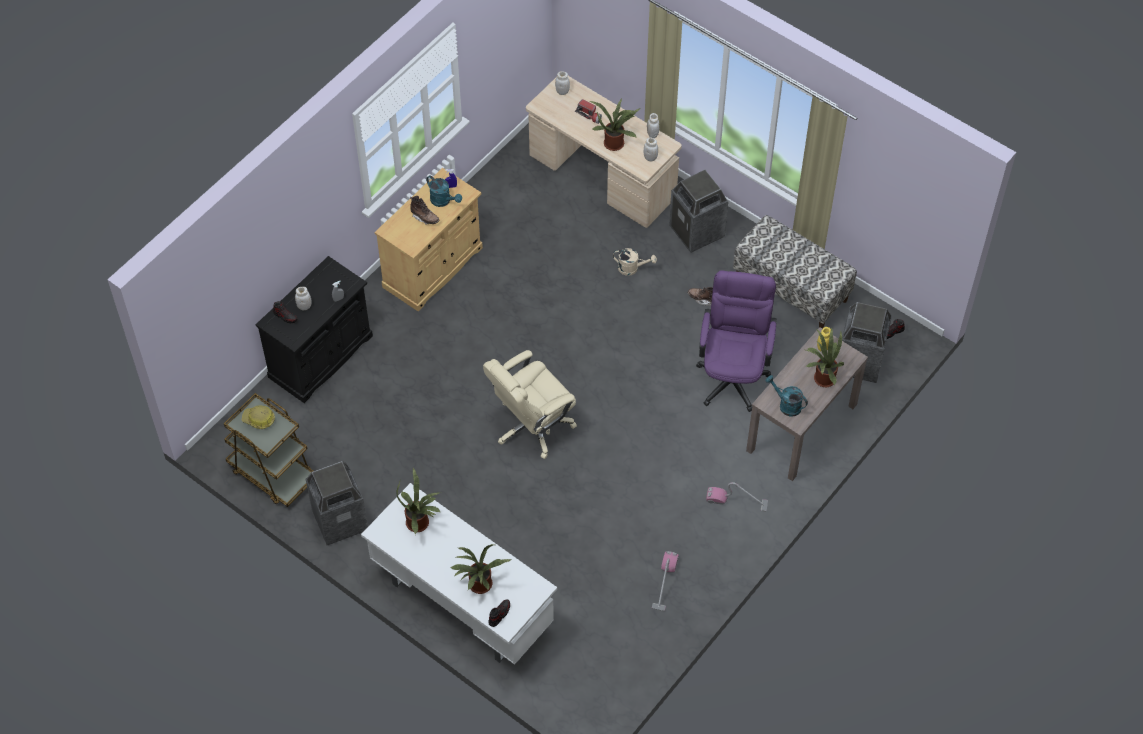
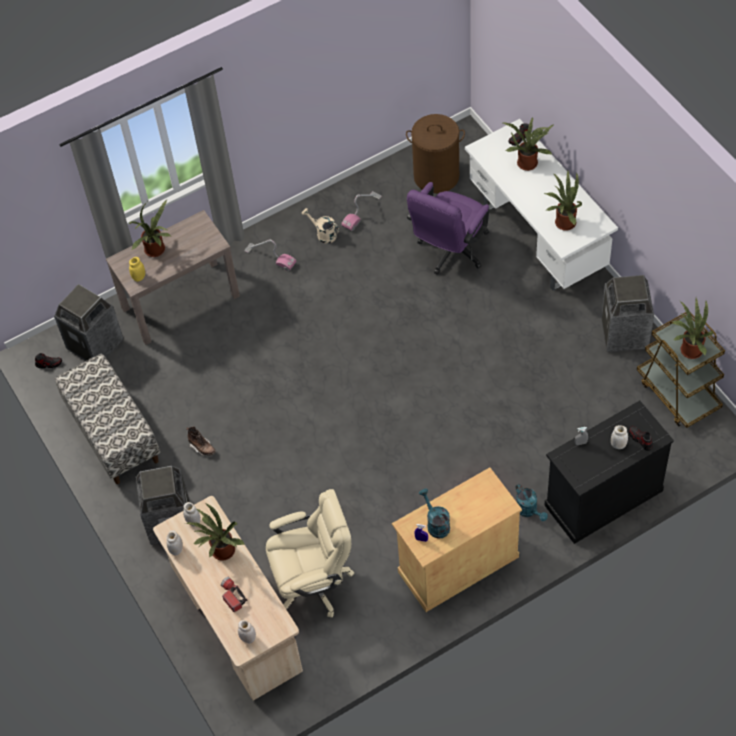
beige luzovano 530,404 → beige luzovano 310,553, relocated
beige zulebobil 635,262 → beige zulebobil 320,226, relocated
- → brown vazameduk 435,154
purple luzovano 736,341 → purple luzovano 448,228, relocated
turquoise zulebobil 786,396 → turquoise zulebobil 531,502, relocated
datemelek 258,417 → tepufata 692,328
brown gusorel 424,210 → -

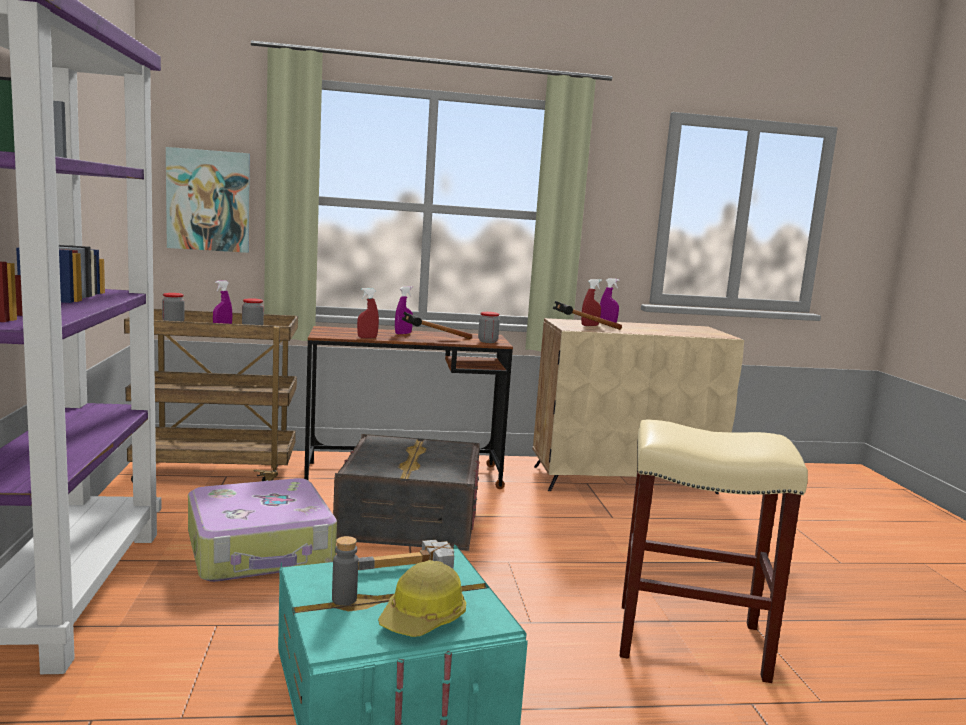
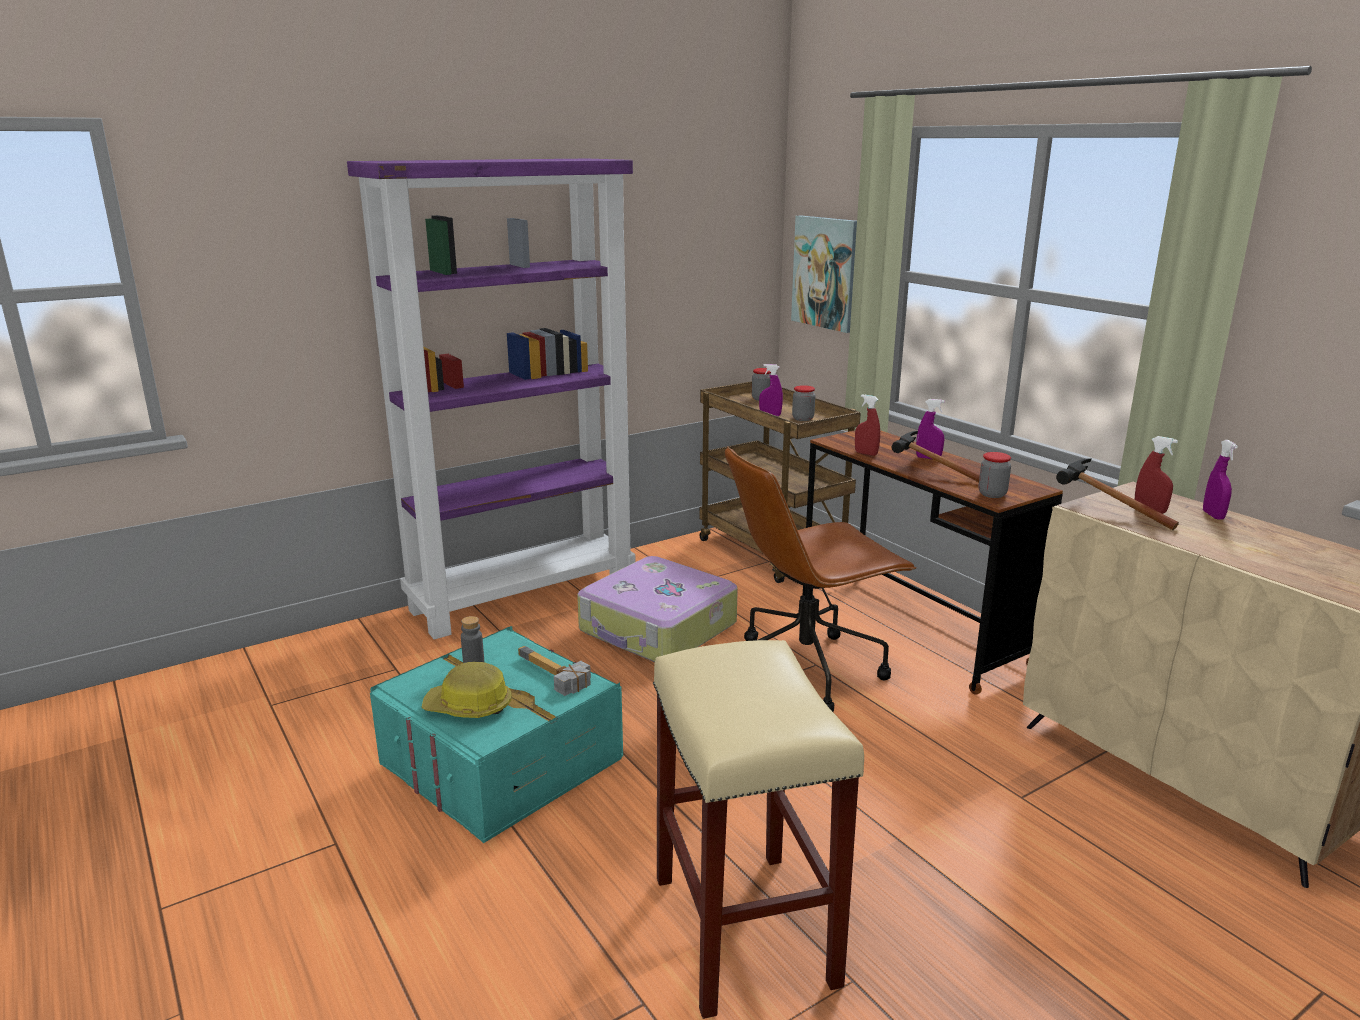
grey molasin 406,492 → brown luzovano 820,579

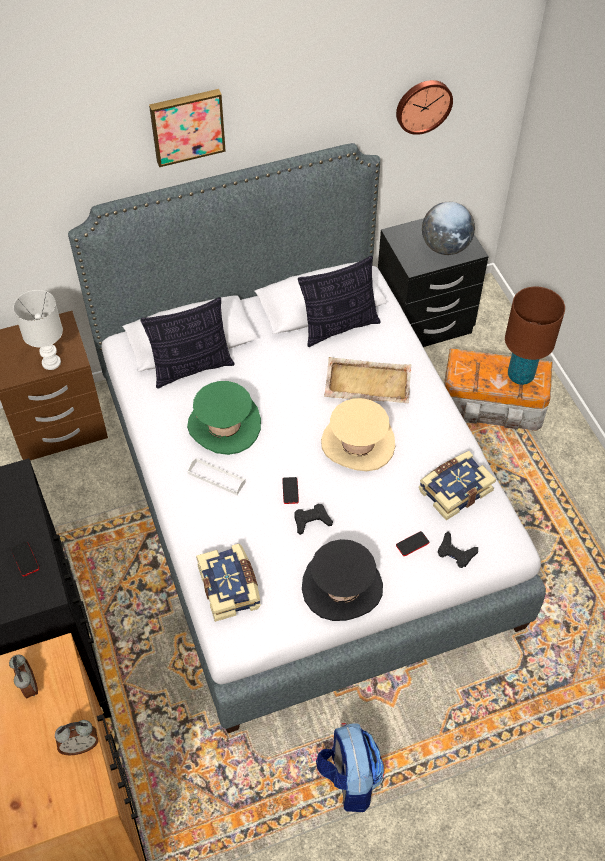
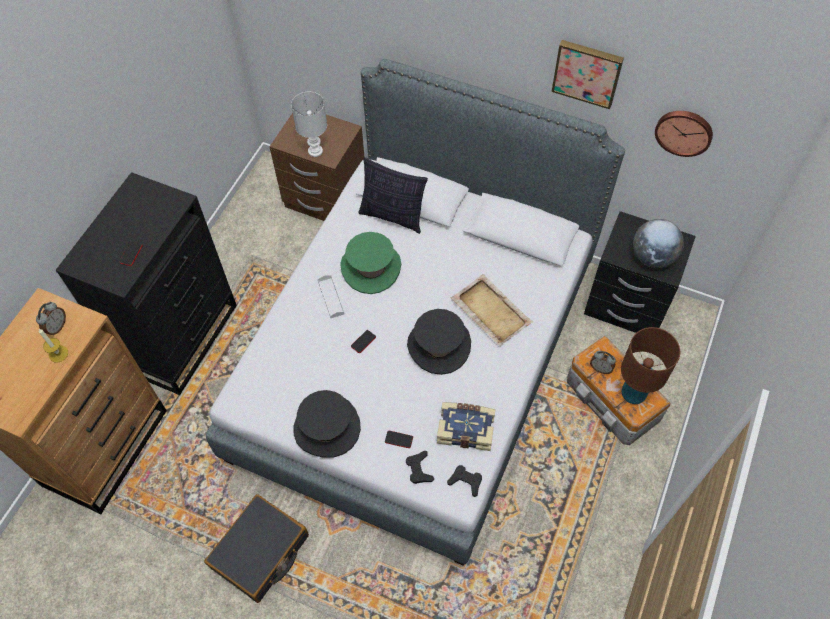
- → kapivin 53,346
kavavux 350,767 → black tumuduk 256,548
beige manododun 358,434 → black manododun 439,342
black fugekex 313,519 → black fugekex 464,481, relocated
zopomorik 187,128 → zopomorik 587,74, relocated
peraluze 76,737 → peraluze 603,362, relocated
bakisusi 228,583 → -
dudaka 339,301 → -

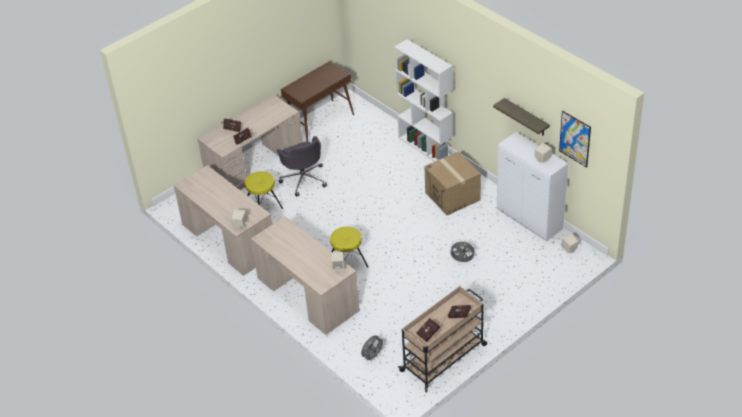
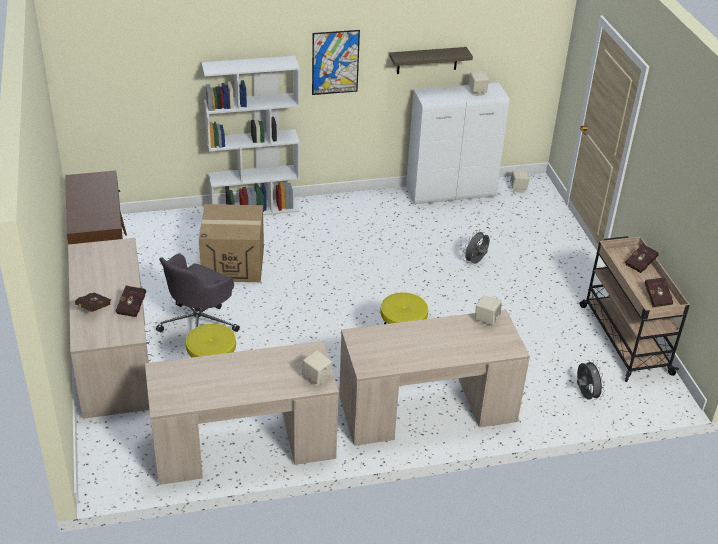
grey luzovano 302,166 → grey luzovano 198,292, 120 degrees clockwise
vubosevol 452,183 → vubosevol 231,243, relocated
zopomorik 575,139 → zopomorik 336,62, relocated

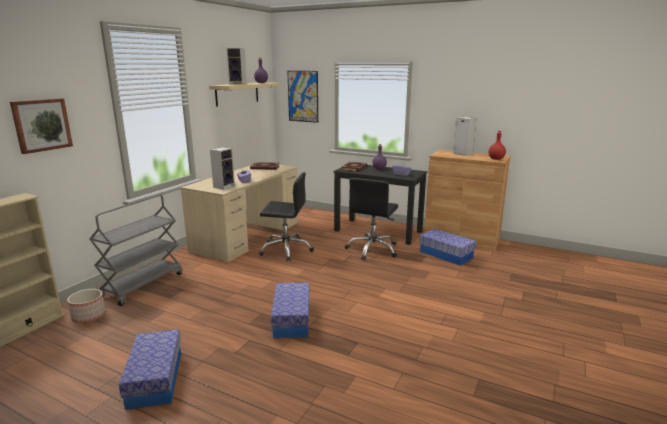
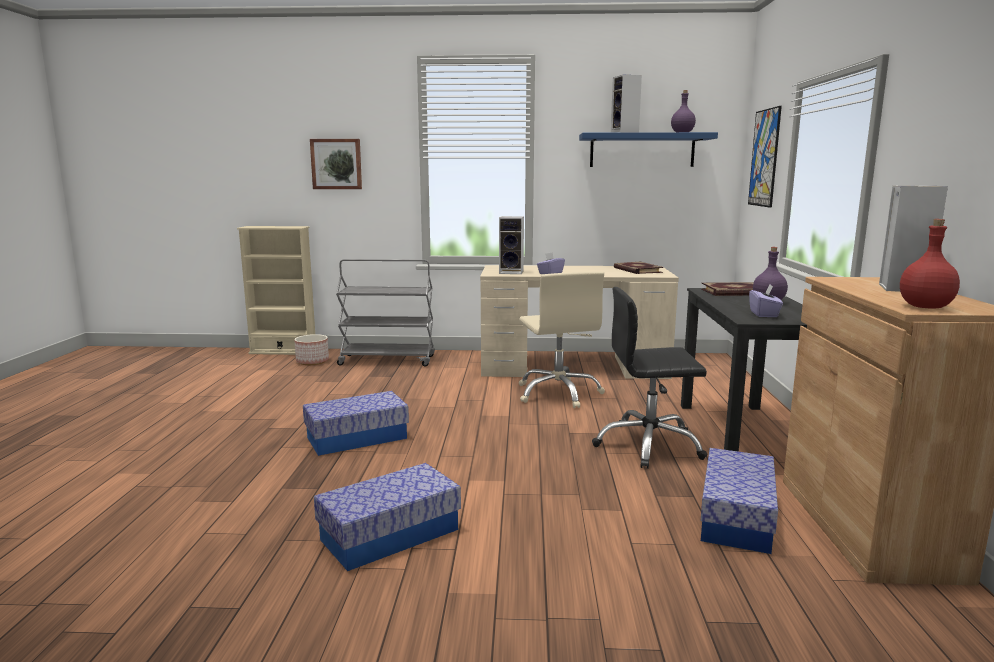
molasin 150,369 → molasin 387,517, relocated
black luzovano 286,216 → beige luzovano 562,340
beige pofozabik 244,94 → blue pofozabik 648,149

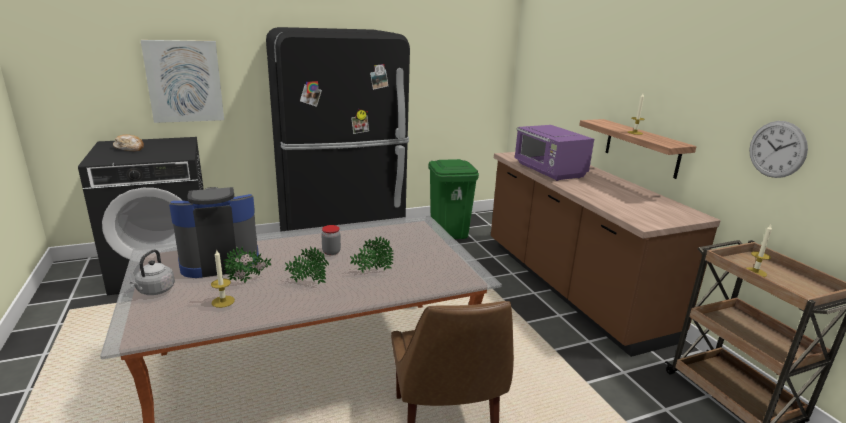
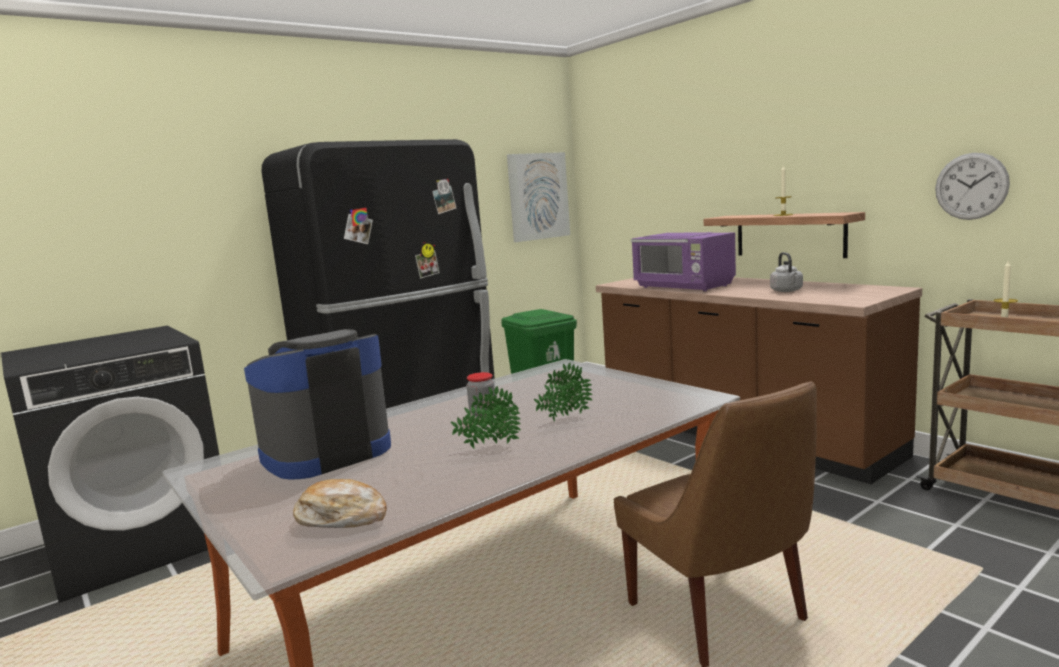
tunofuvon 128,142 → tunofuvon 340,503, relocated
zopomorik 182,81 → zopomorik 538,197, relocated
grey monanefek 152,272 → grey monanefek 786,272, relocated
kapivin 223,278 → -
tepufata 247,264 → -

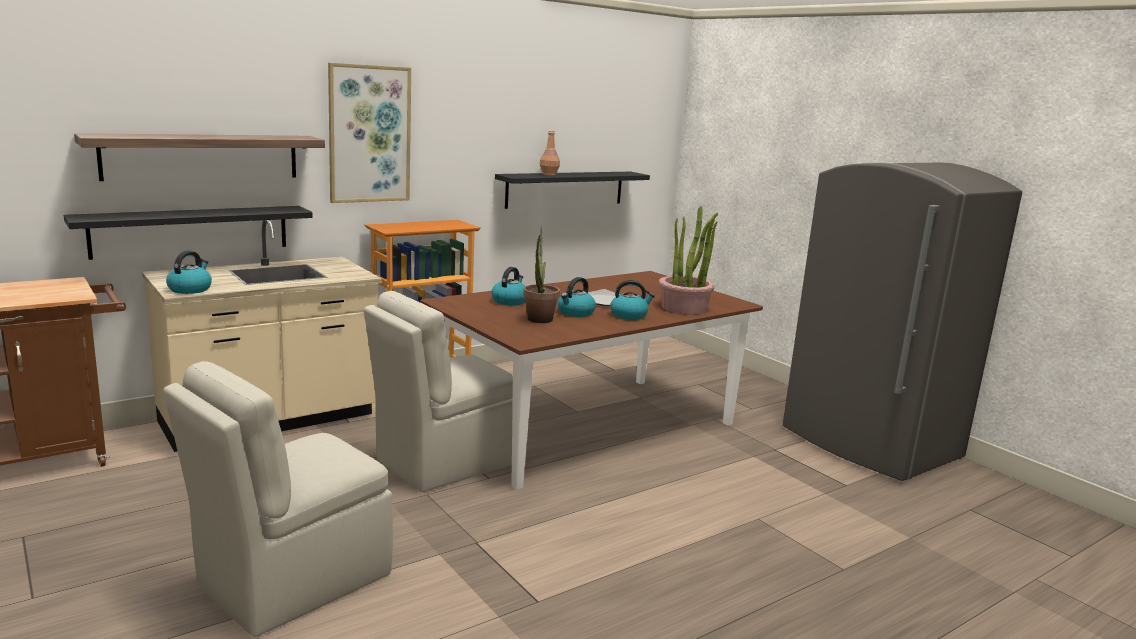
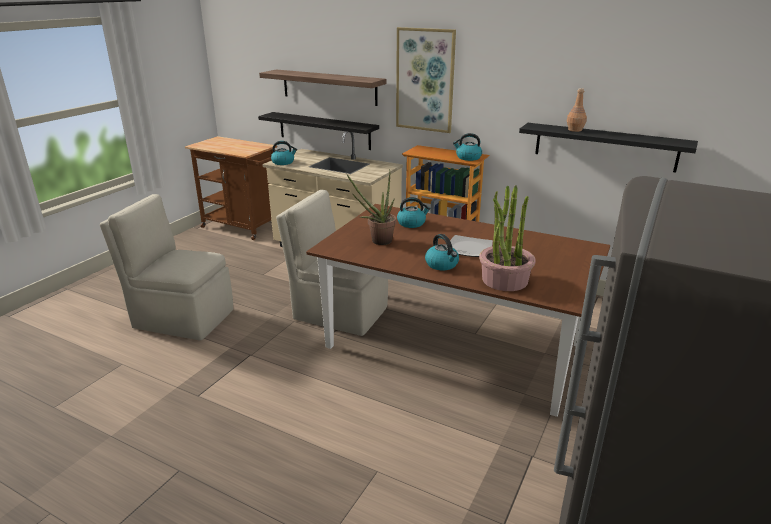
monanefek 577,297 → monanefek 467,147, relocated

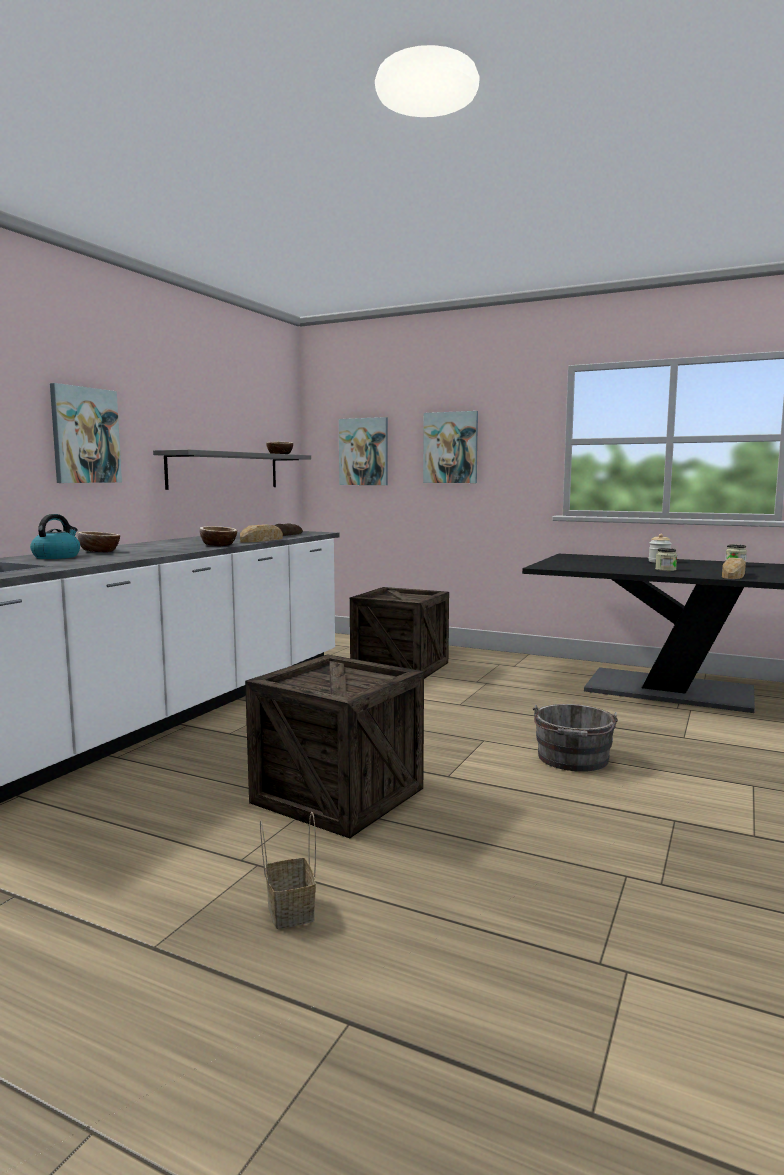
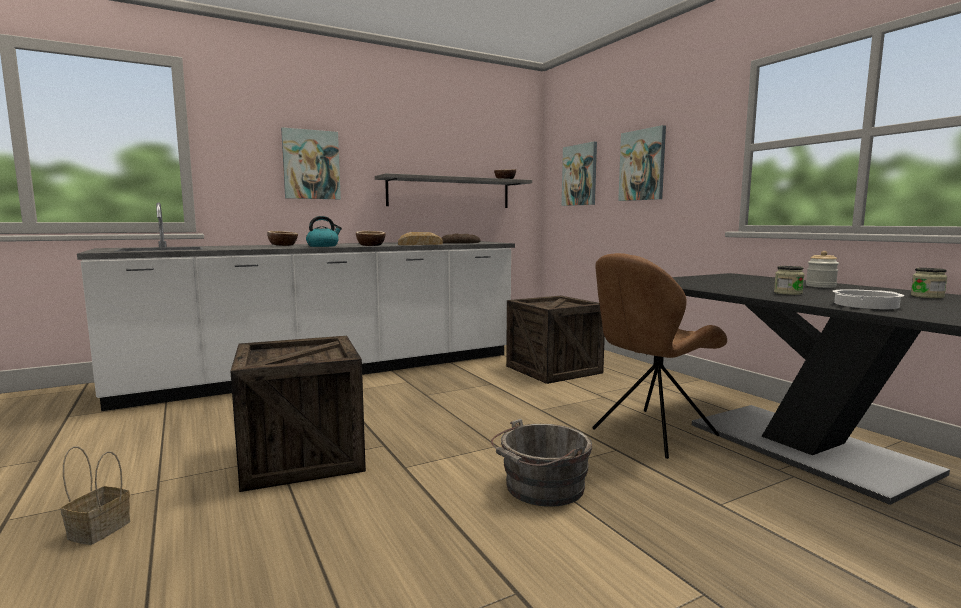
monanefek 55,536 → monanefek 324,231, relocated
- → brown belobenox 659,356
tunofuvon 734,568 → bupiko 868,299

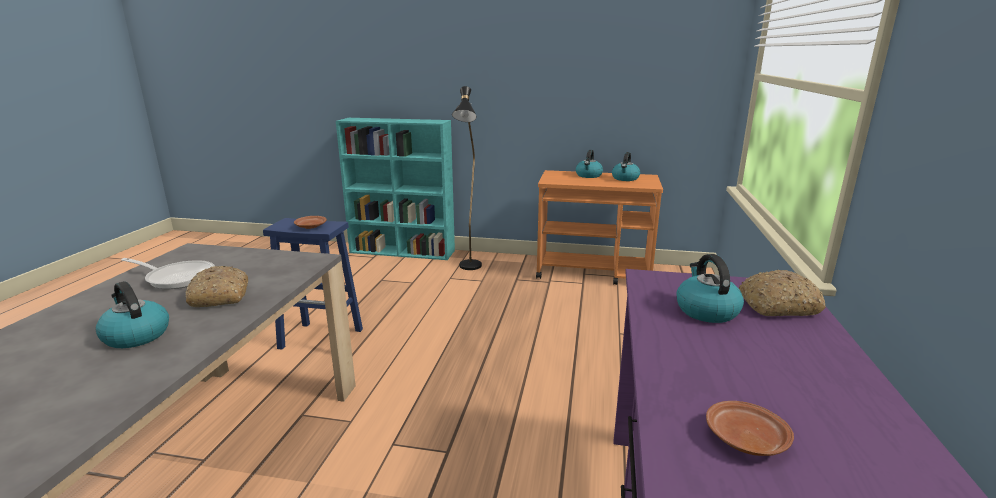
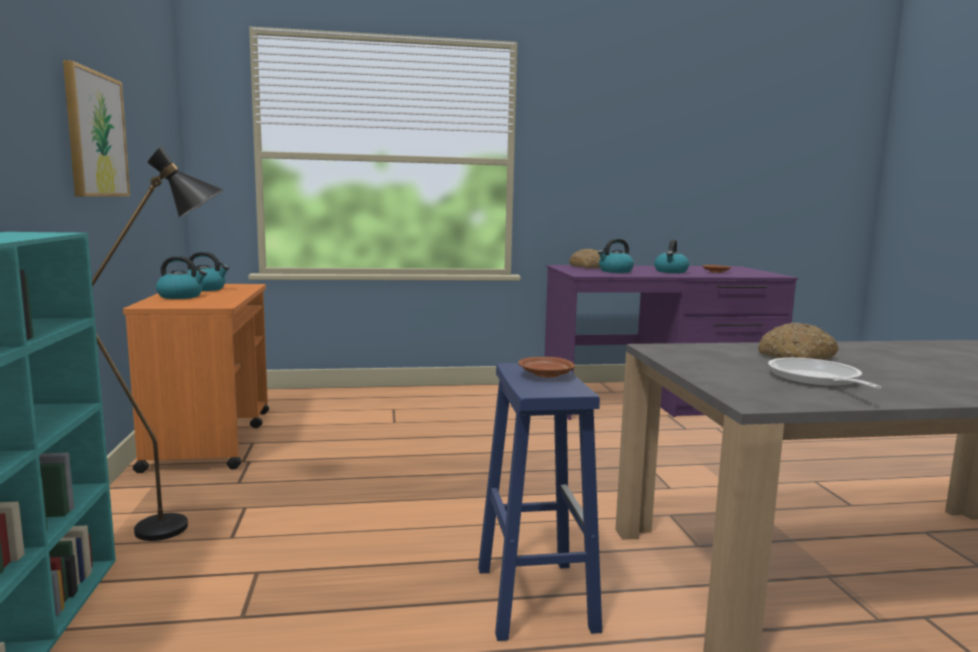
- → zopomorik 96,128
monanefek 132,314 → monanefek 671,256, relocated

